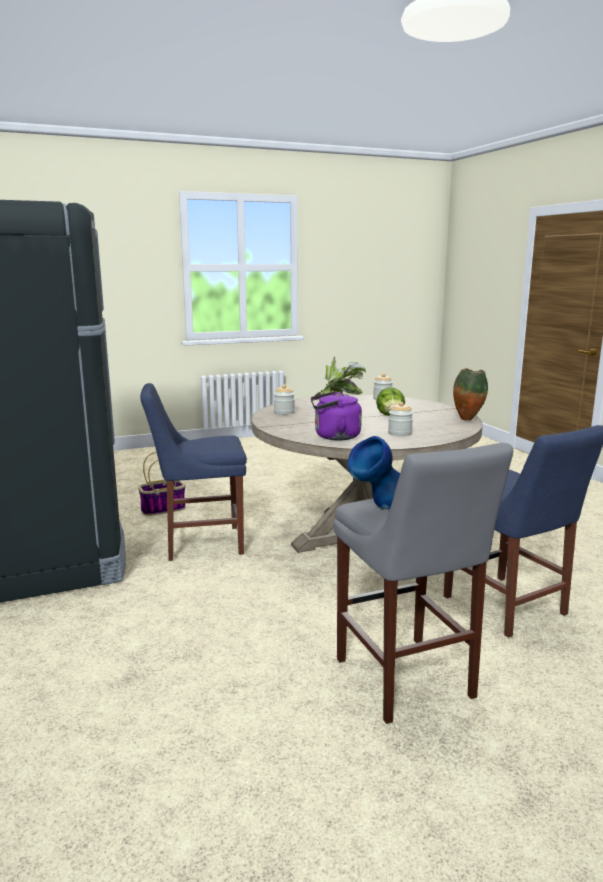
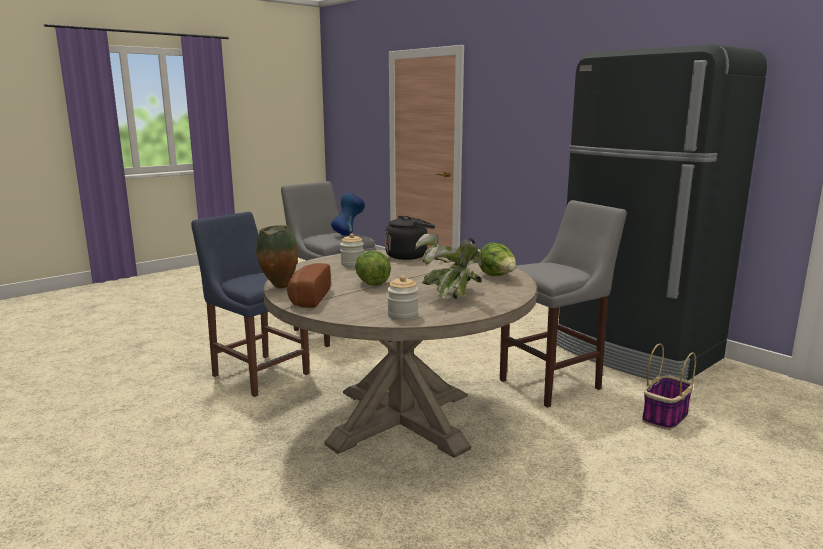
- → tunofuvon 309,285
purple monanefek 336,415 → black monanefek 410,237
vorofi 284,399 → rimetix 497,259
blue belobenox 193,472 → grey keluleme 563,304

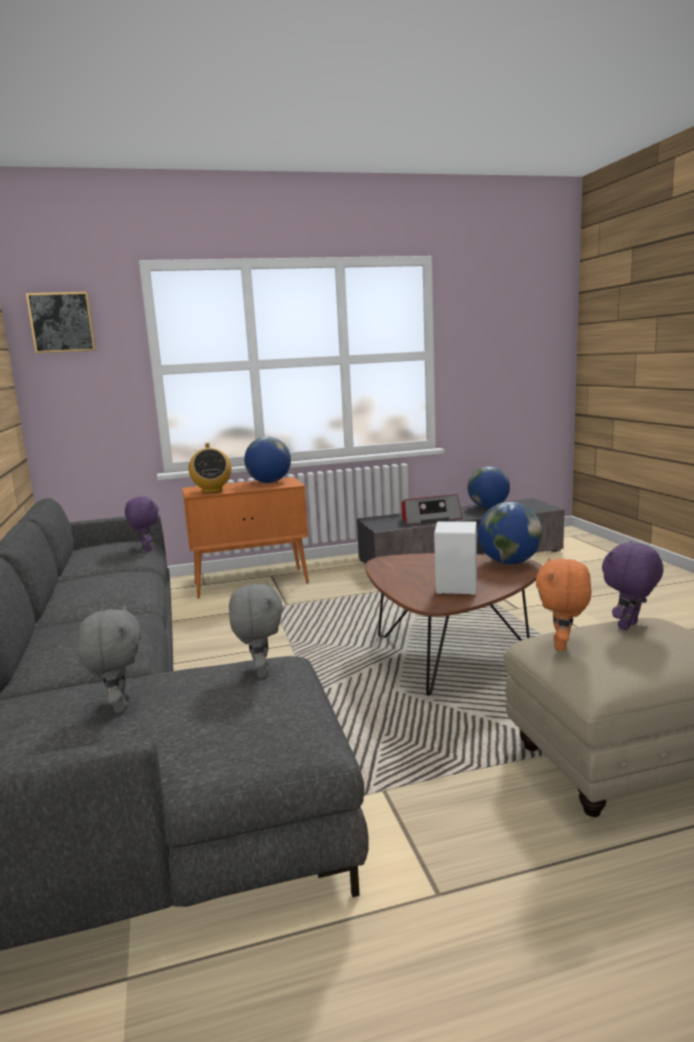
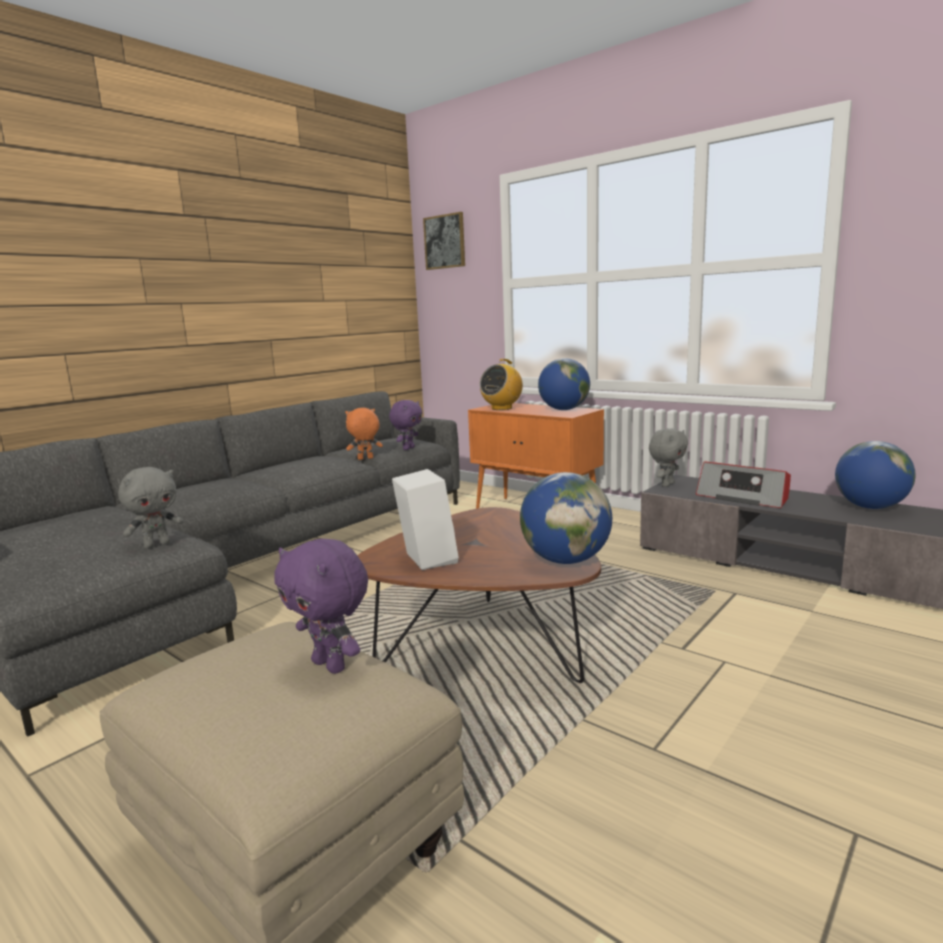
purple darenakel 632,585 → purple darenakel 321,606, 150 degrees counterclockwise
orange darenakel 564,604 → orange darenakel 364,434, relocated
grey darenakel 109,659 → grey darenakel 668,457, relocated

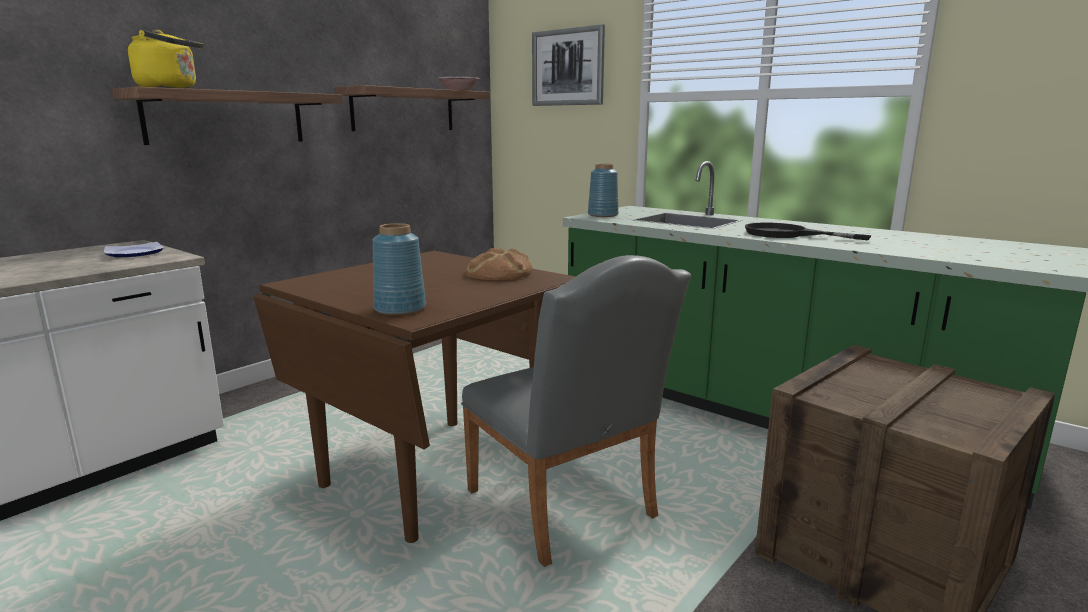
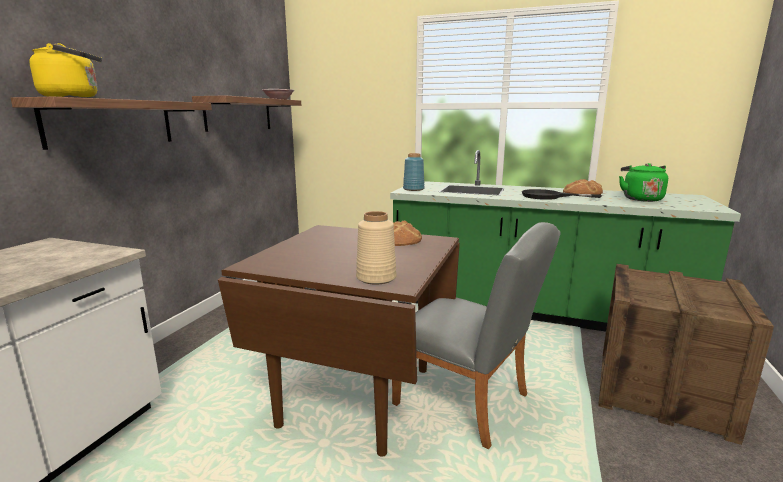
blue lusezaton 399,269 → beige lusezaton 376,248
- → tunofuvon 583,187
- → green monanefek 643,182
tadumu 133,249 → -
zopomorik 568,65 → -

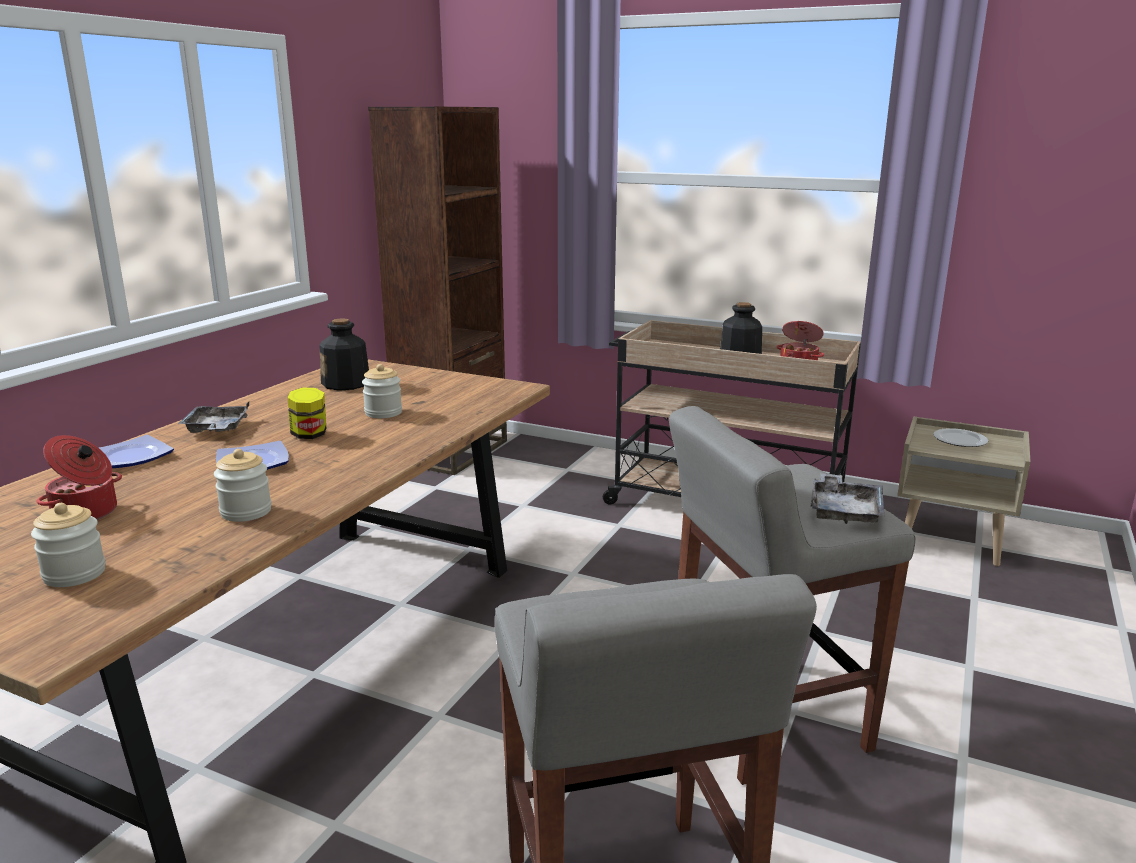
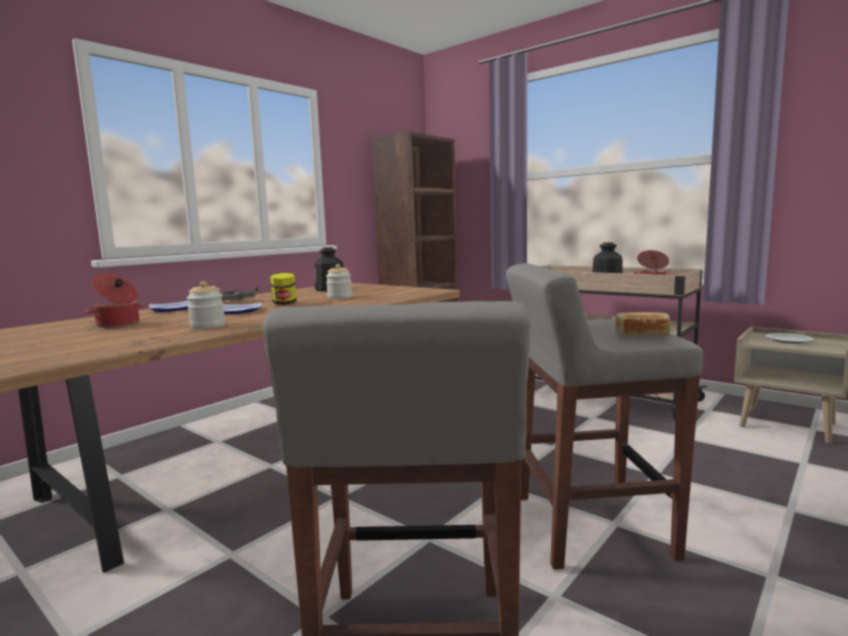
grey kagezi 847,498 → tunofuvon 642,324
vorofi 68,545 → -

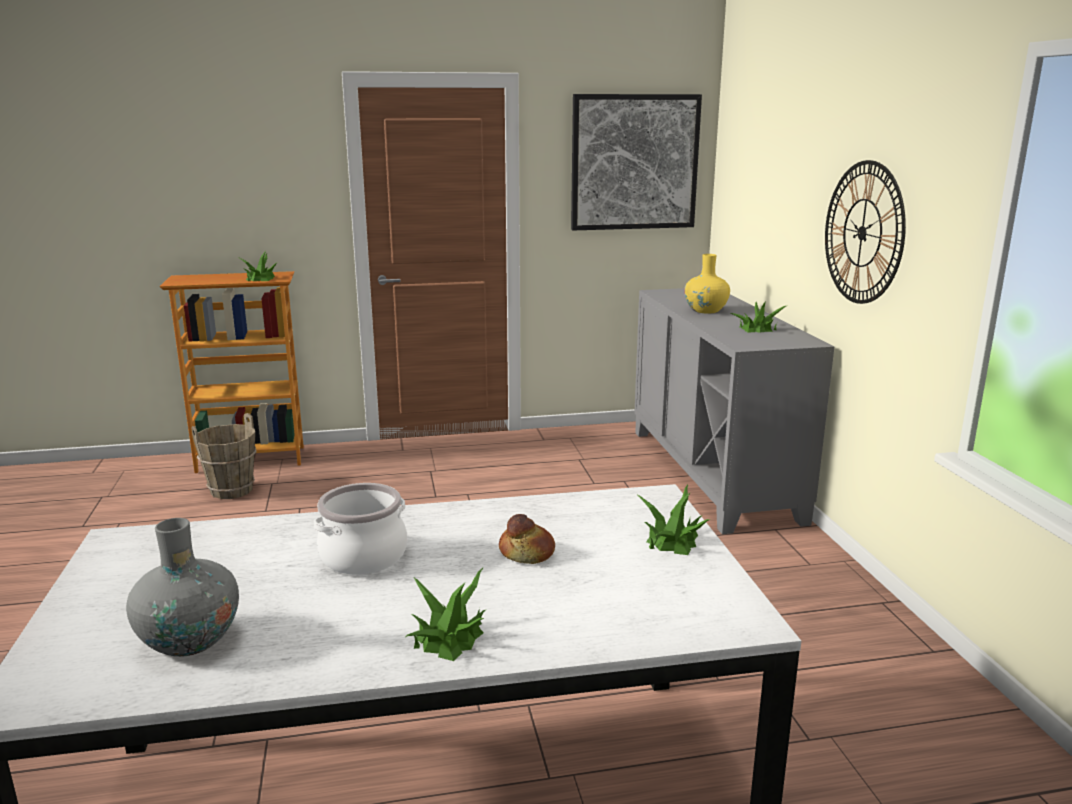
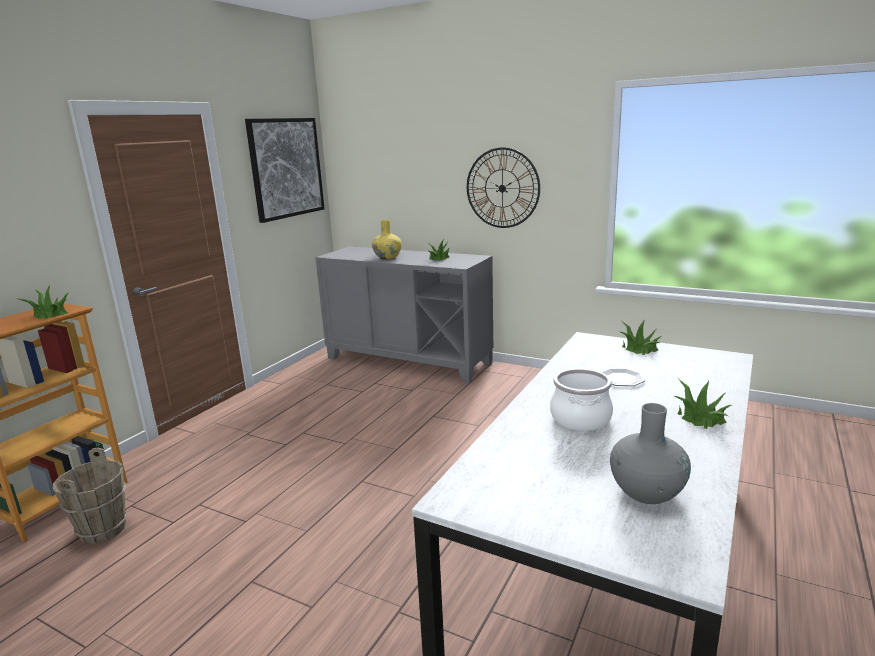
tunofuvon 527,539 → tadumu 623,377

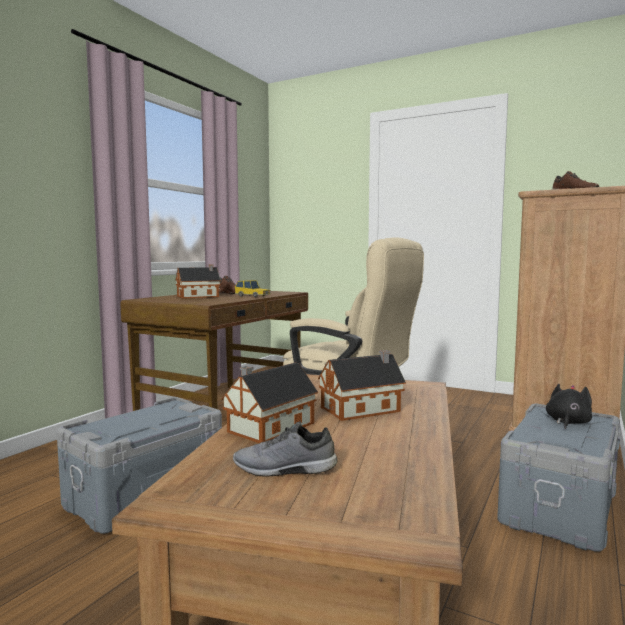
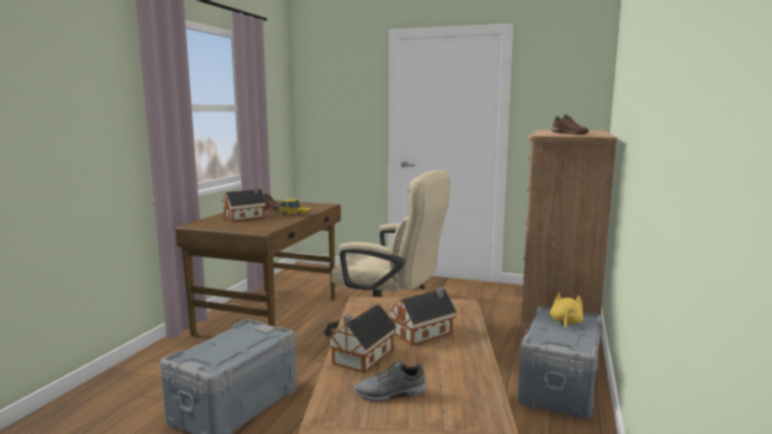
black darenakel 569,406 → yellow darenakel 566,311

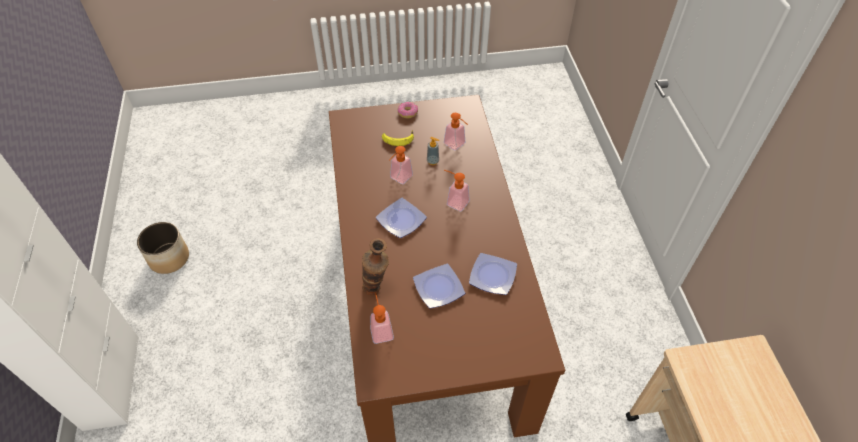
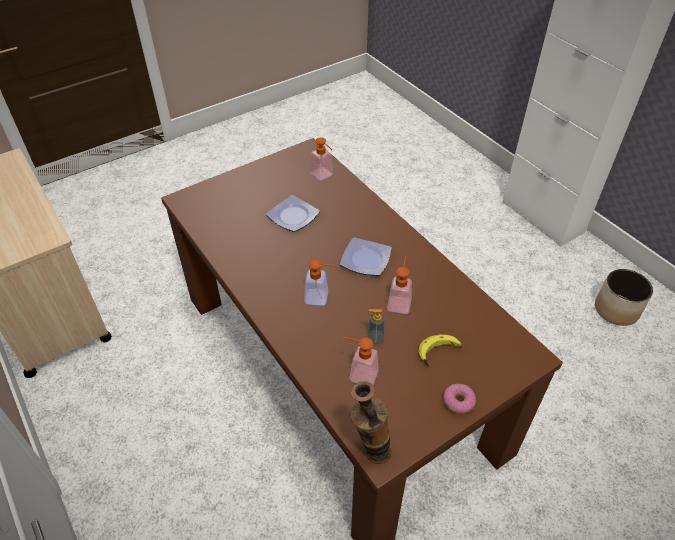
lusezaton 375,266 → lusezaton 370,422, relocated
tadumu 493,274 → -

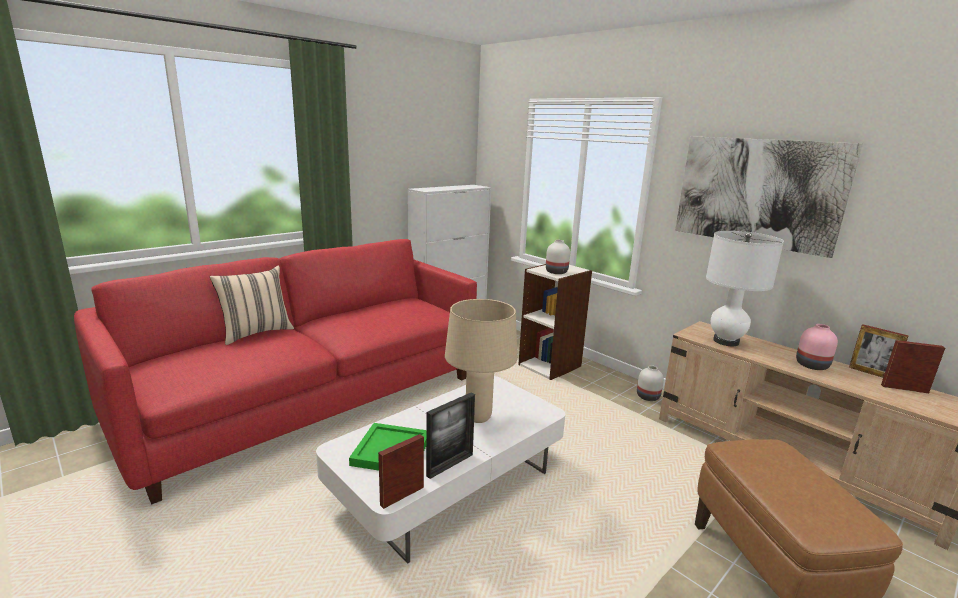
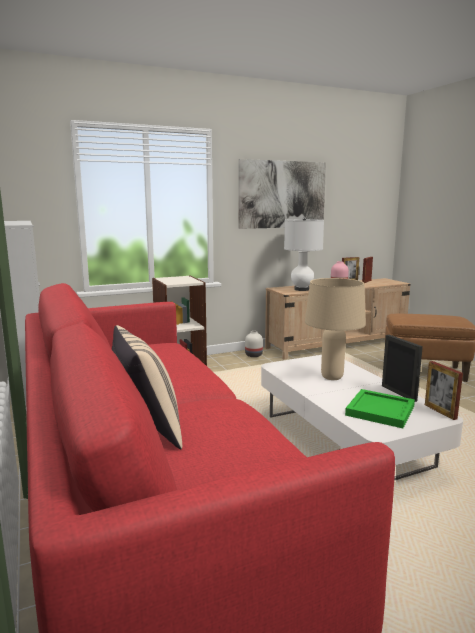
white lusezaton 558,257 → -

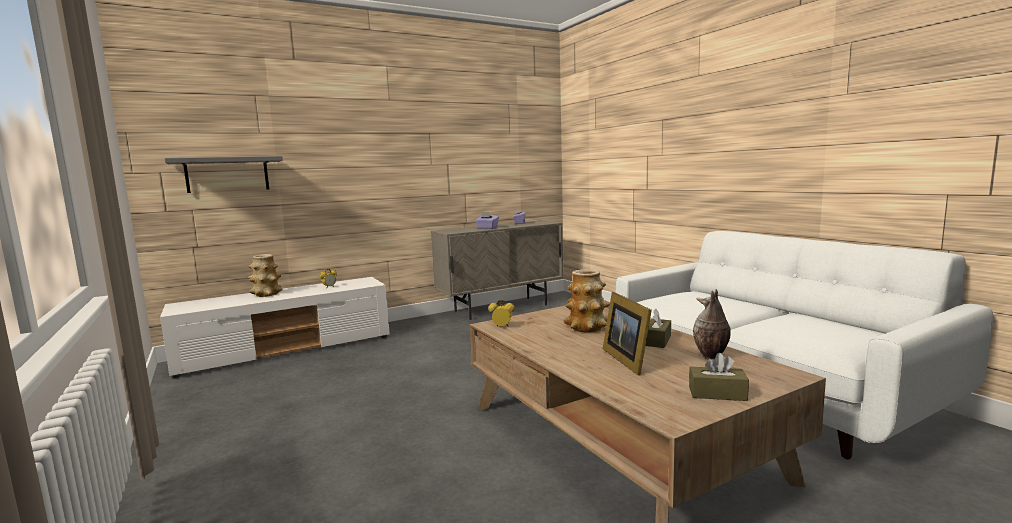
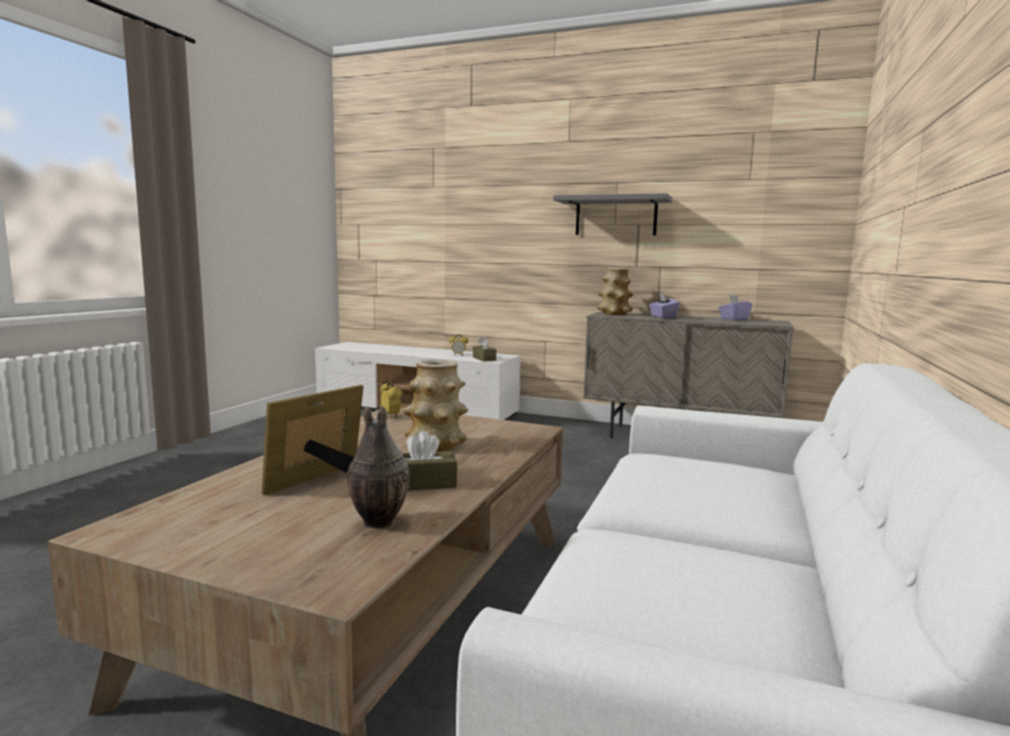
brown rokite 719,377 → brown rokite 484,349, relocated
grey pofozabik 224,174 → grey pofozabik 612,214, relocated
lusezaton 265,275 → lusezaton 615,291, relocated

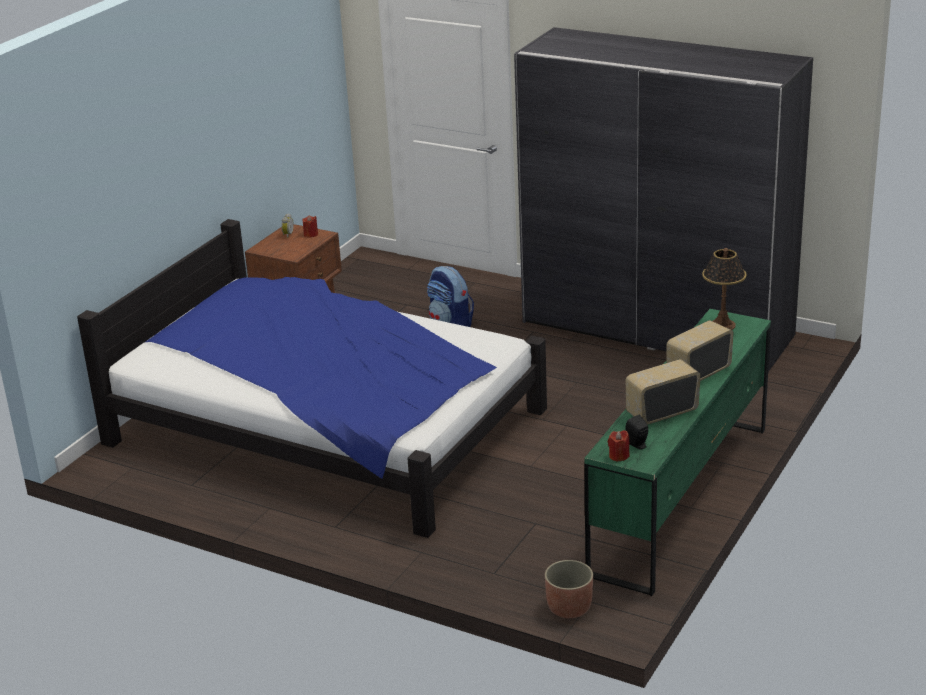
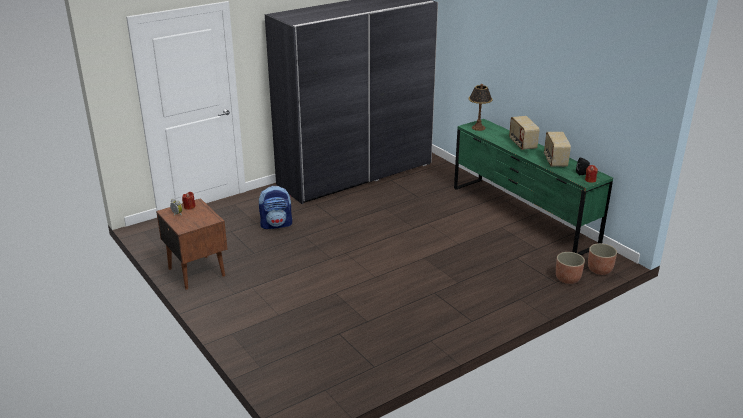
- → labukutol 570,268
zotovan 312,378 → -

